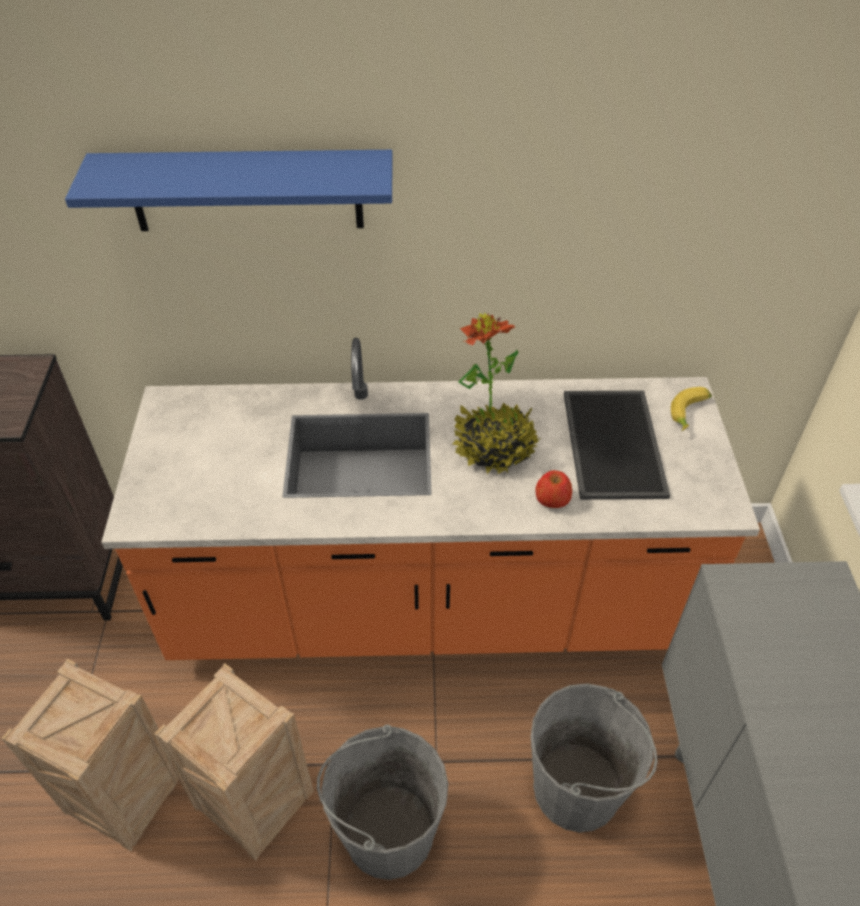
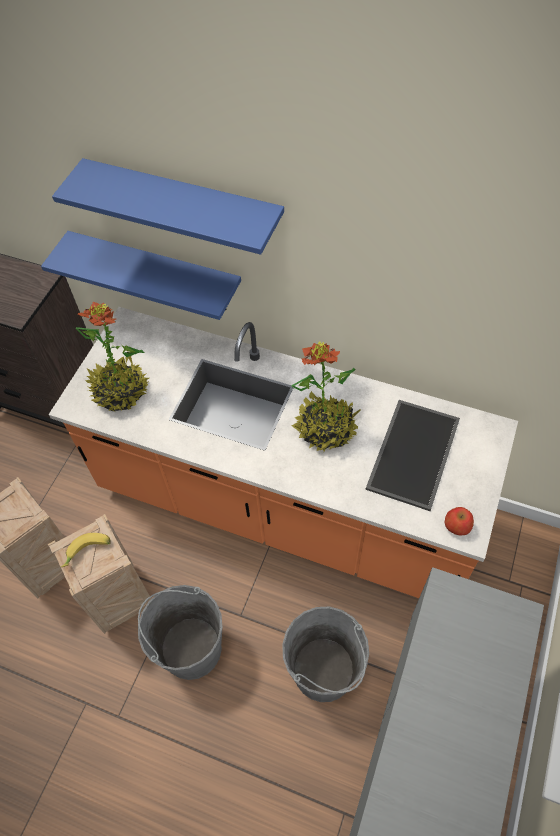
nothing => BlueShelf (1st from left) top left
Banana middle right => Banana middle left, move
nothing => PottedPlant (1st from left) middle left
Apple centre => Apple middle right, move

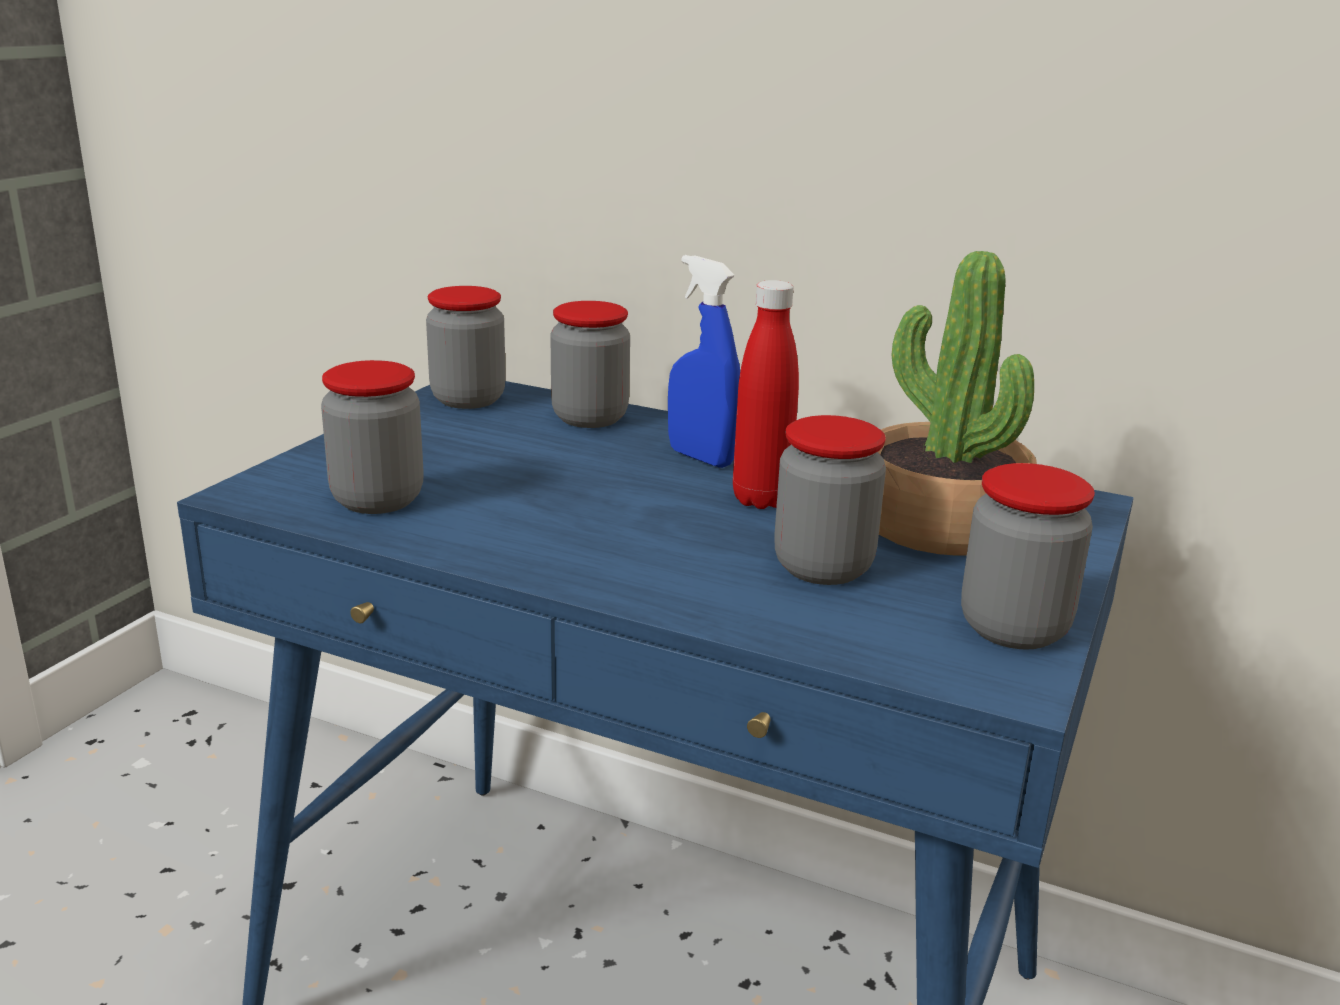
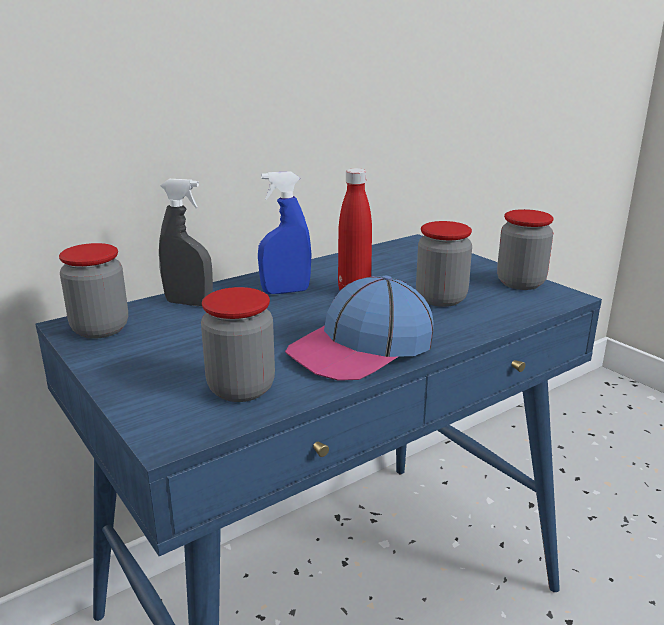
Jar (3rd from left) centre => GreySprayBottle middle left
nothing => Cap centre
PottedPlant middle right => nothing

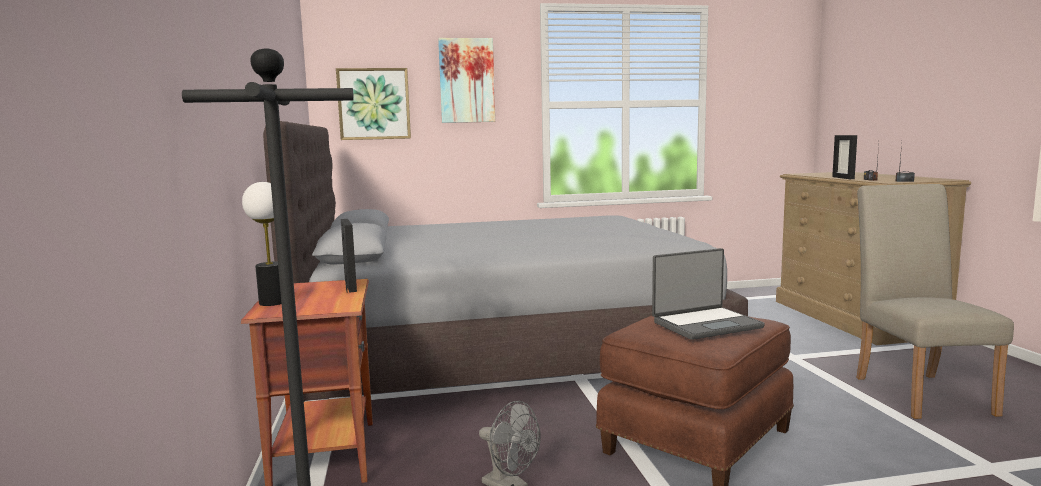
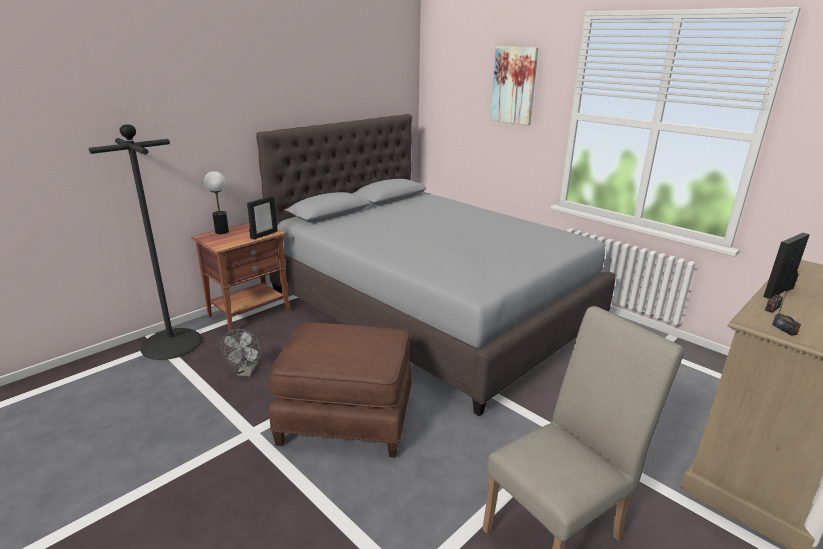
Picture (1st from left) top centre => nothing
Laptop middle right => nothing

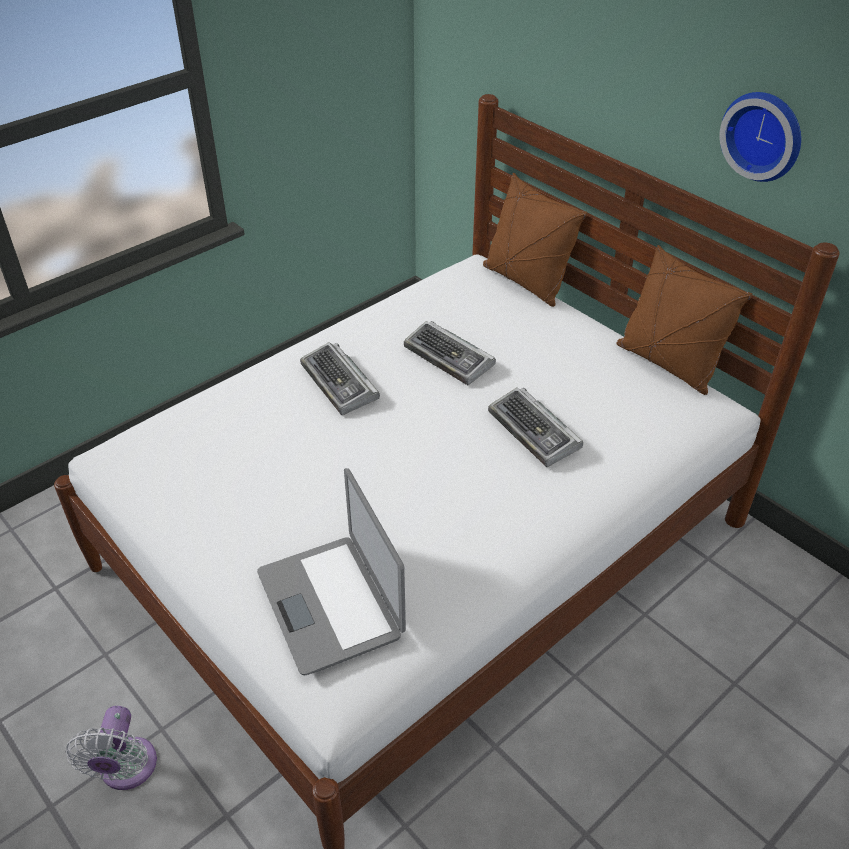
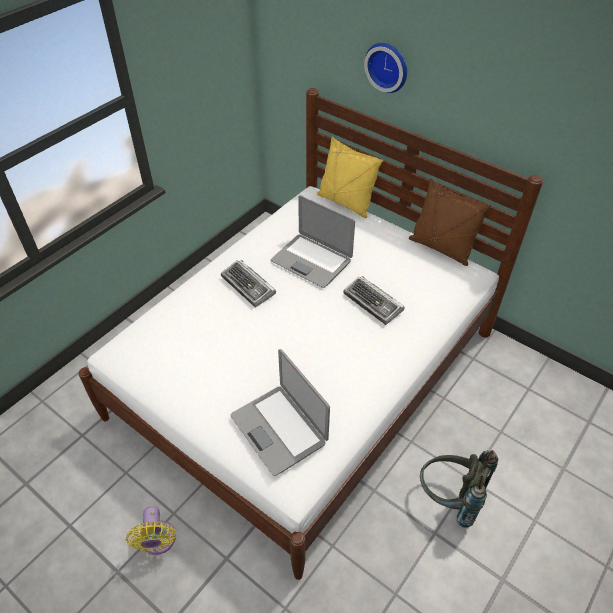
WhiteFan bottom left => YellowFan bottom left
Keyboard (2nd from left) centre => Laptop (2nd from left) centre
BrownPillow (1st from left) top centre => YellowPillow top centre
WallClock top right => WallClock top centre, move
nothing => GreyBackpack bottom right

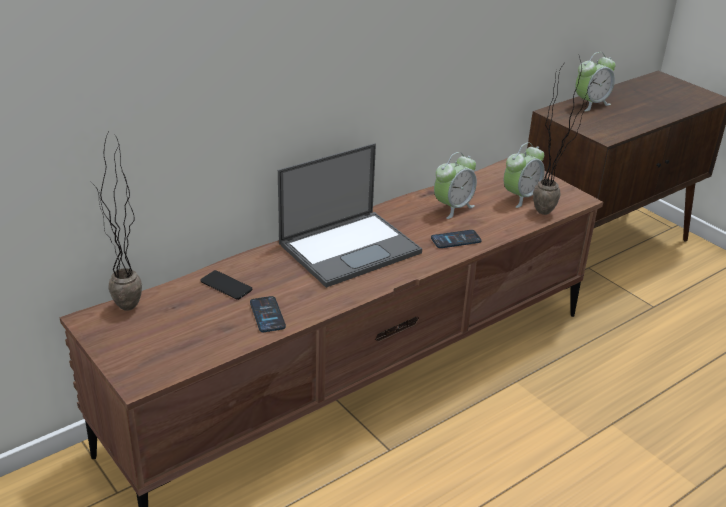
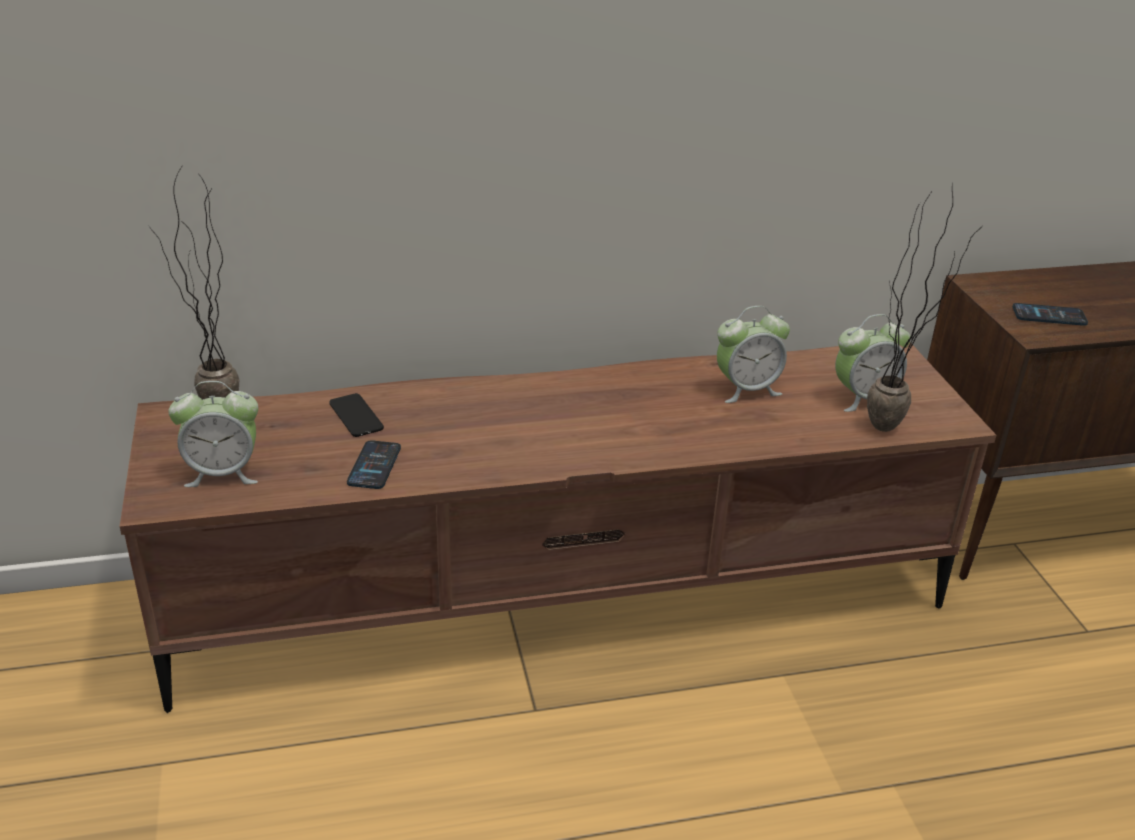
AlarmClock (3rd from left in the first image) top right => AlarmClock (1st from left) middle left, move
Phone (3rd from left) centre => Phone (3rd from left) middle right, move
Laptop centre => nothing

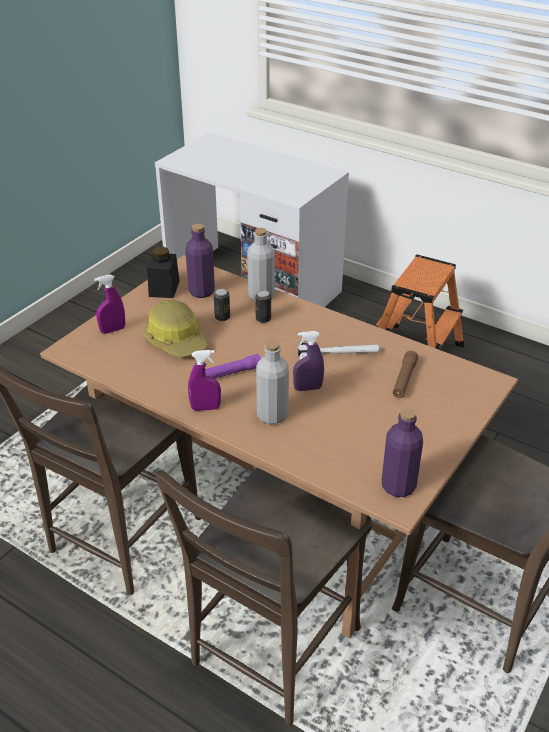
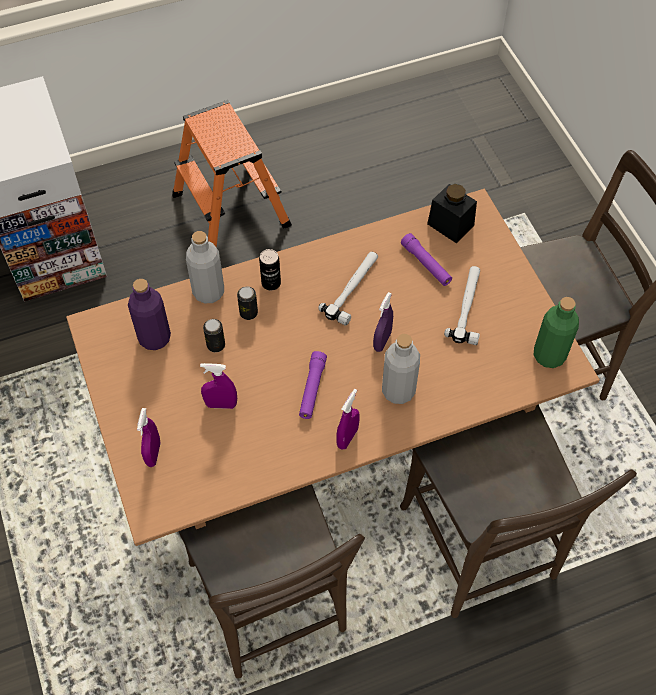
HardHat middle left => PurpleSprayBottle (2nd from left) middle left
nothing => Can (3rd from left) centre
BrownFlashlight middle right => PurpleFlashlight (2nd from left) centre
BlackJar middle left => BlackJar top right, move
nothing => Hammer (2nd from left) middle right
PurpleBottle (2nd from left) middle right => GreenBottle middle right

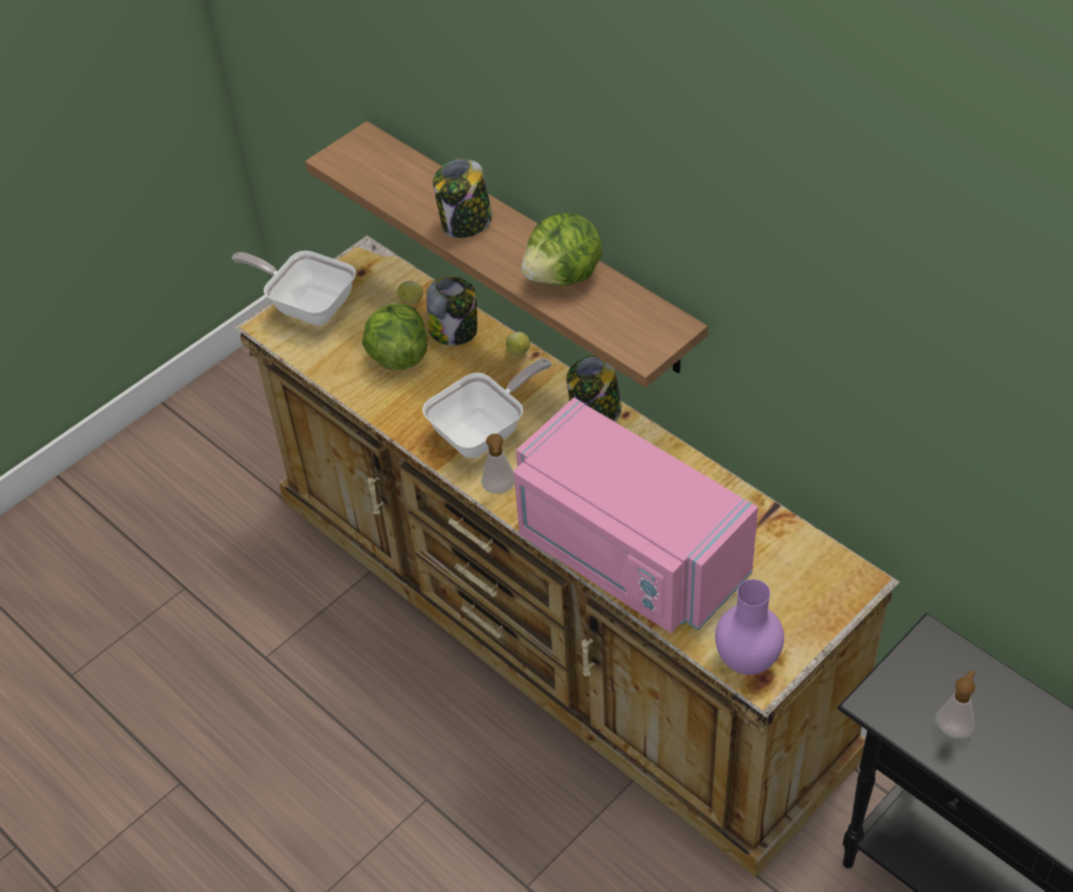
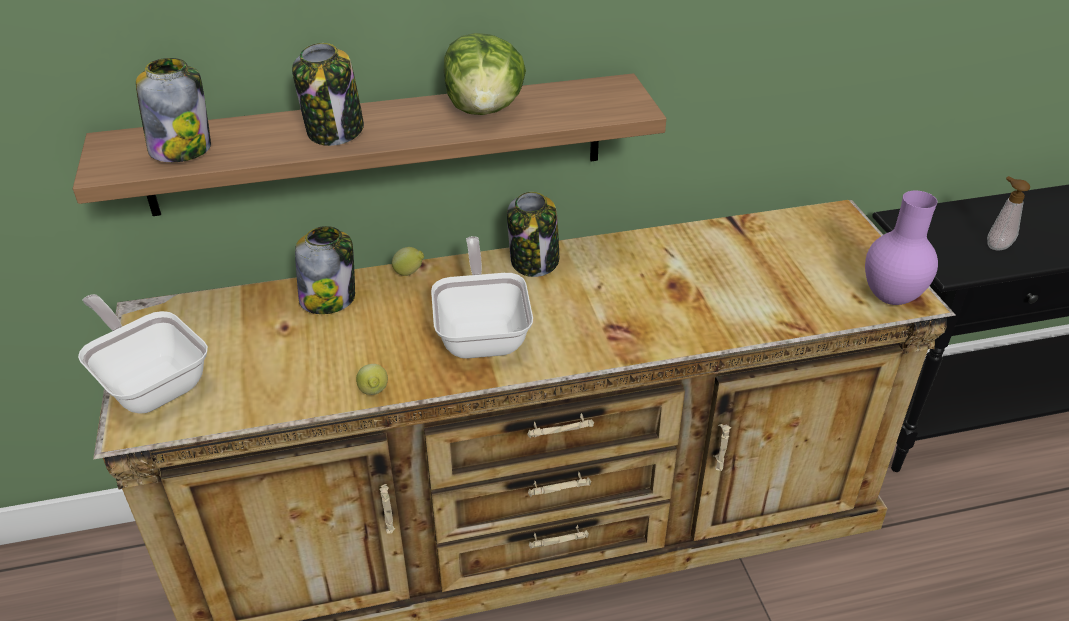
FryingPan (1st from left) top left => FryingPan (1st from left) middle left, 75 degrees clockwise
nothing => Jar (1st from left) top left
Lemon (1st from left) top centre => Lemon (1st from left) centre, move
Lettuce (1st from left) centre => nothing
SoapDispenser (1st from left) centre => nothing
PinkMicrowave centre => nothing

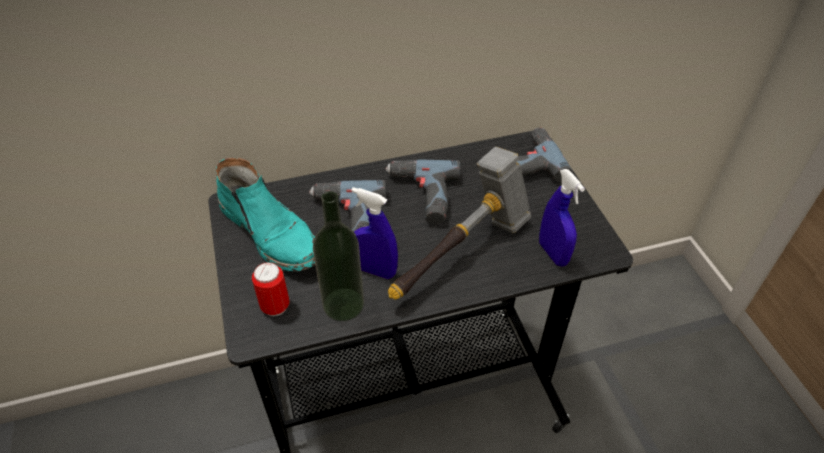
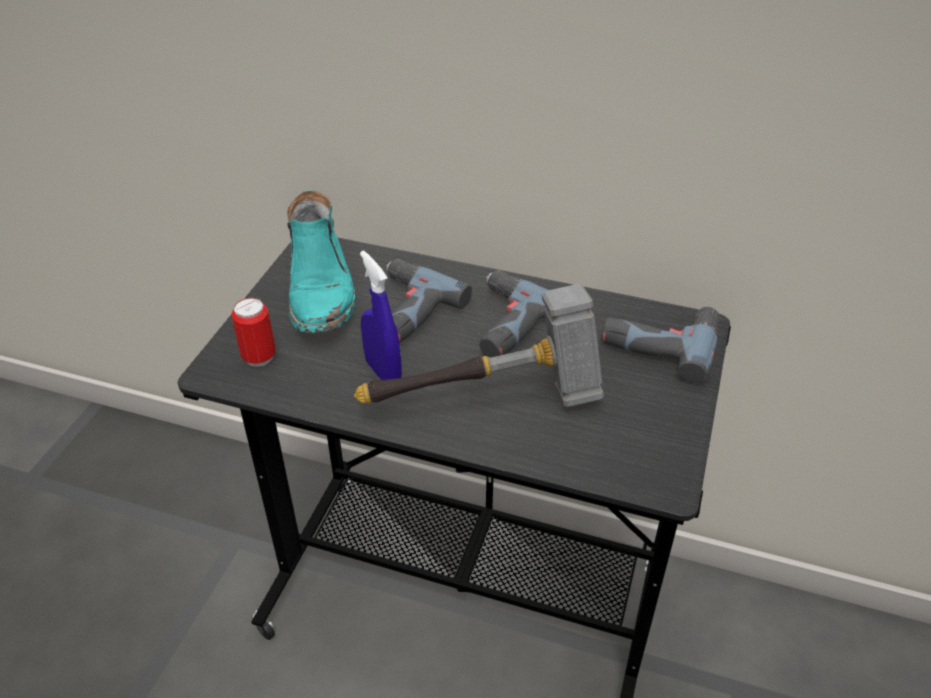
Bottle centre => nothing
BlueSprayBottle (2nd from left) middle right => nothing

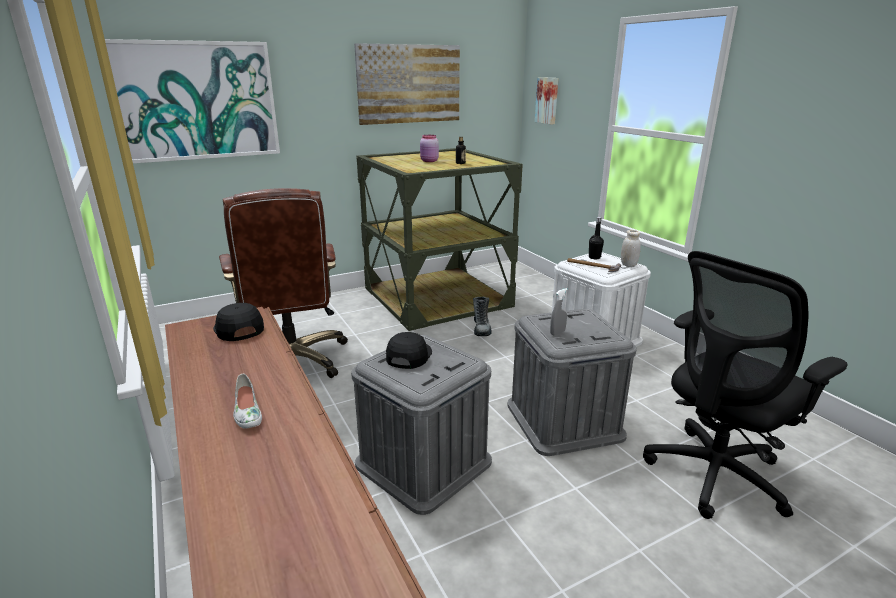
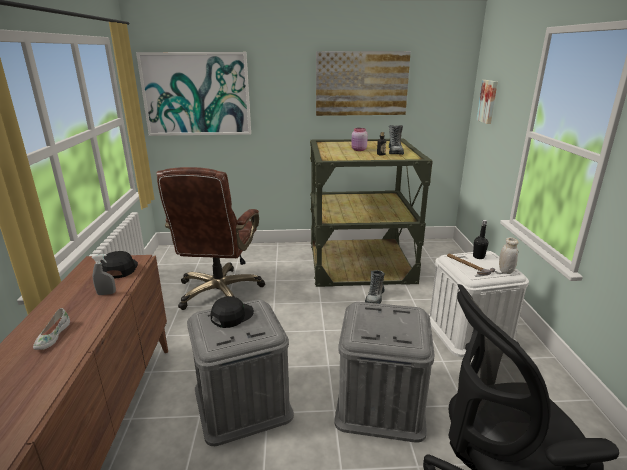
GreySprayBottle centre => GreySprayBottle middle left, move
nothing => Boot (2nd from left) top centre

